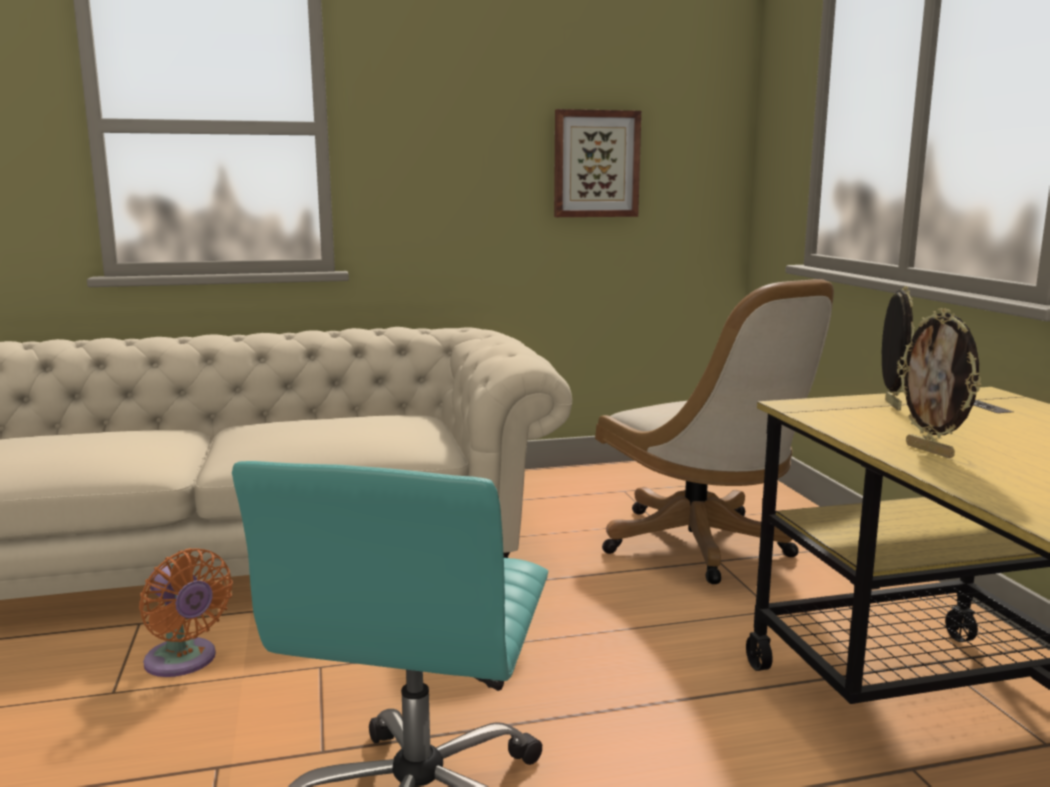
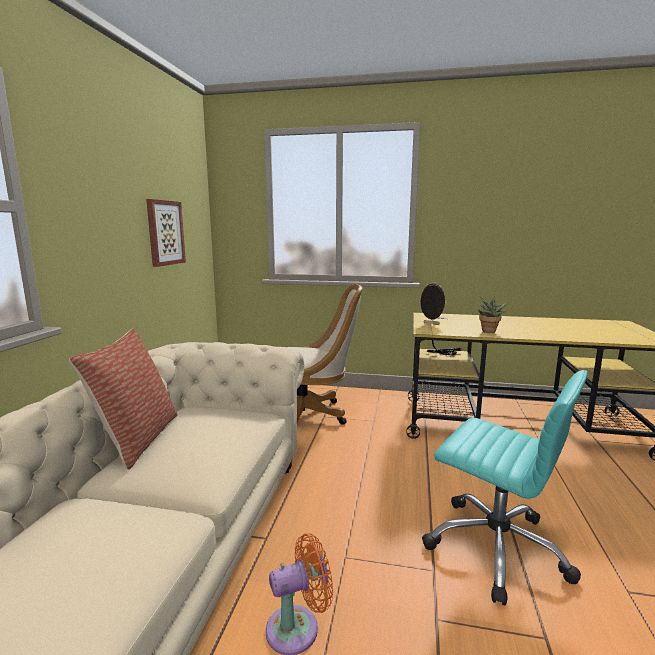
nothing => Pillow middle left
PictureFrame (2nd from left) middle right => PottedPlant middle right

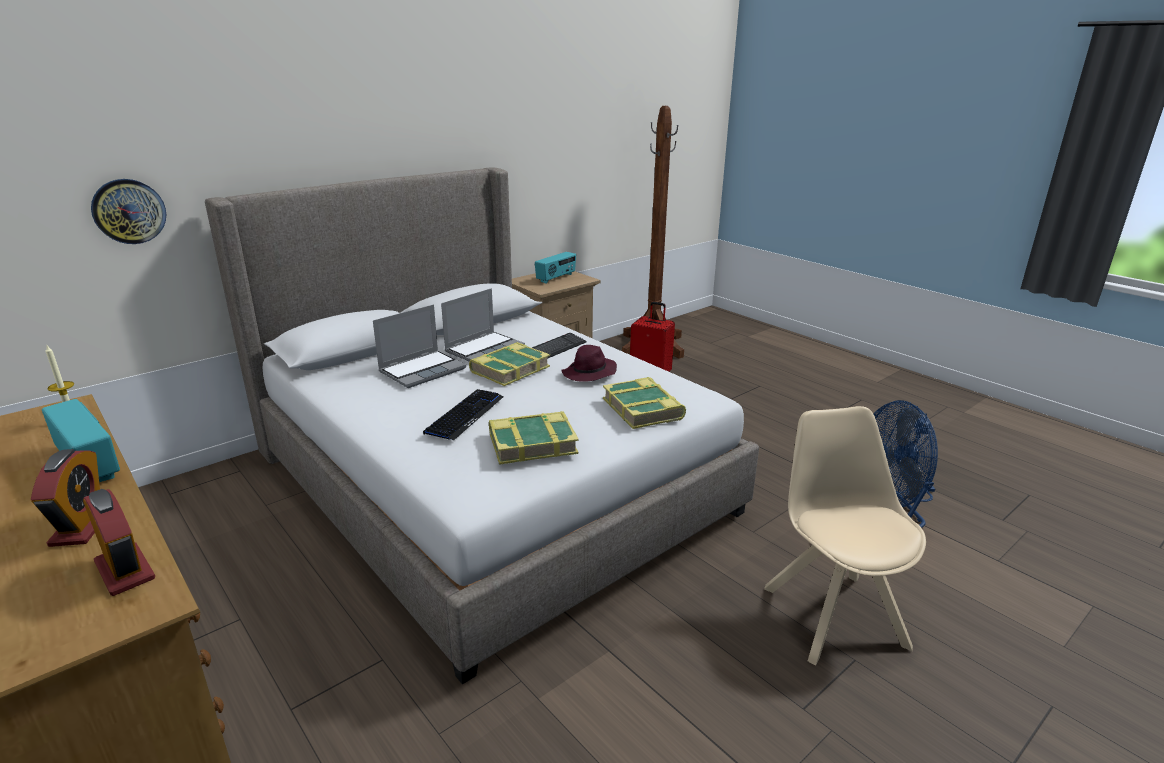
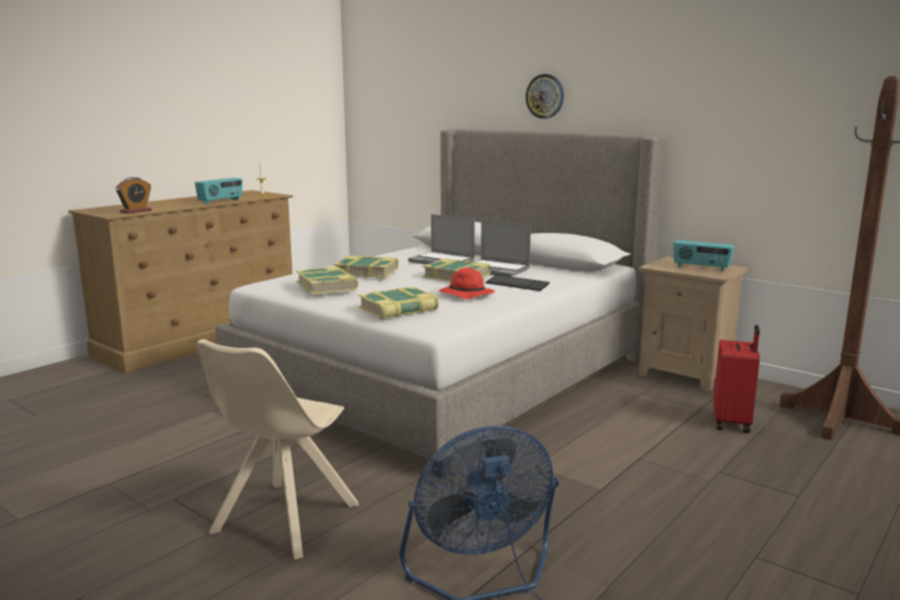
BeigeChair bottom right => BeigeChair bottom left, 135 degrees clockwise
Keyboard (1st from left) centre => Book (2nd from left) centre
PurpleHat centre => RedHat centre
WallClock top left => WallClock top centre, move
AlarmClock (1st from left) middle left => nothing

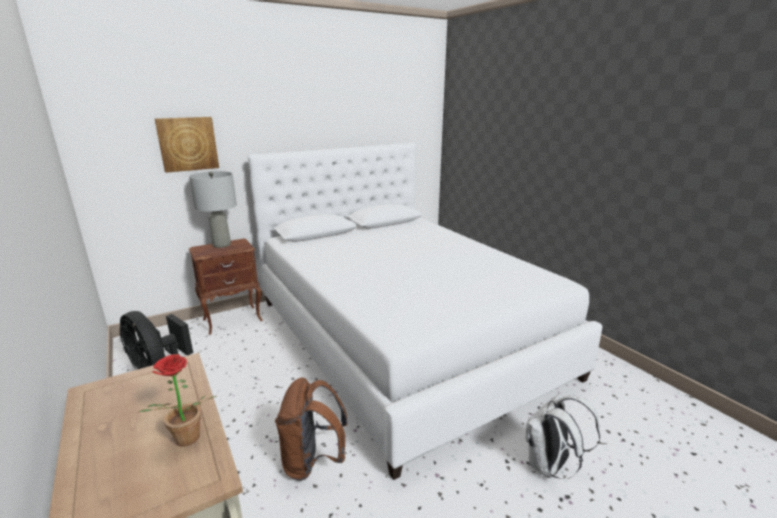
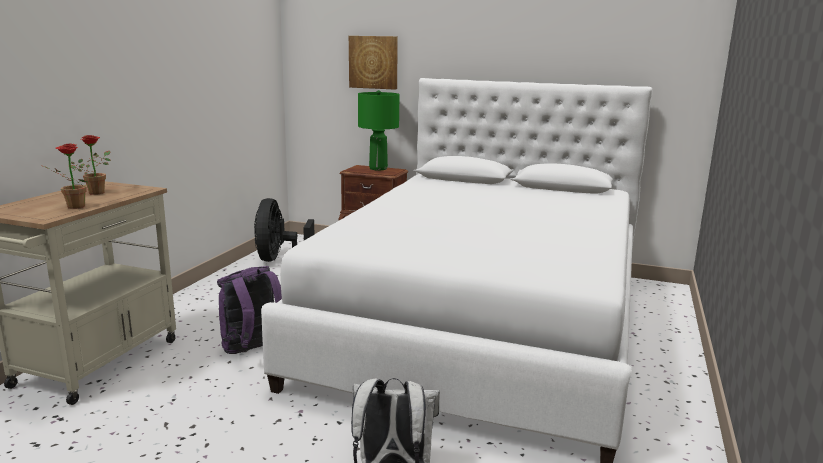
nothing => PottedPlant (2nd from left) middle left
BrownBackpack bottom centre => PurpleBackpack bottom left
GreyTableLamp middle left => GreenTableLamp top centre

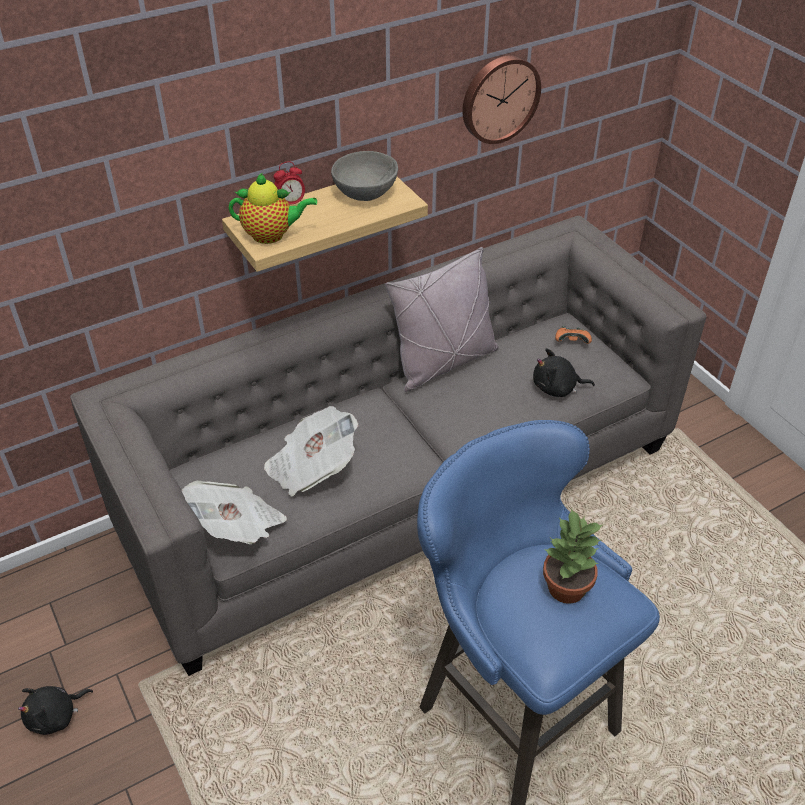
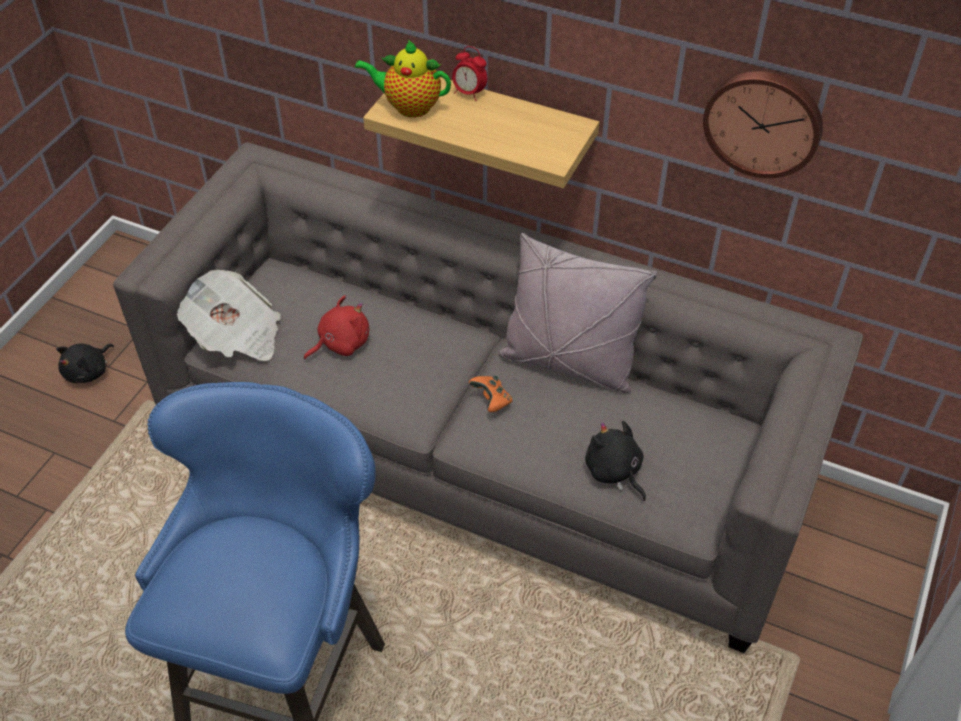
BlackPlushToy (1st from left) bottom left => BlackPlushToy (1st from left) middle left, 75 degrees counterclockwise
Newspaper (2nd from left) centre => RedPlushToy centre
Teapot top centre, 135 degrees clockwise
OrangeGameController middle right => OrangeGameController centre, move
GreyBowl top centre => nothing
PottedPlant bottom right => nothing

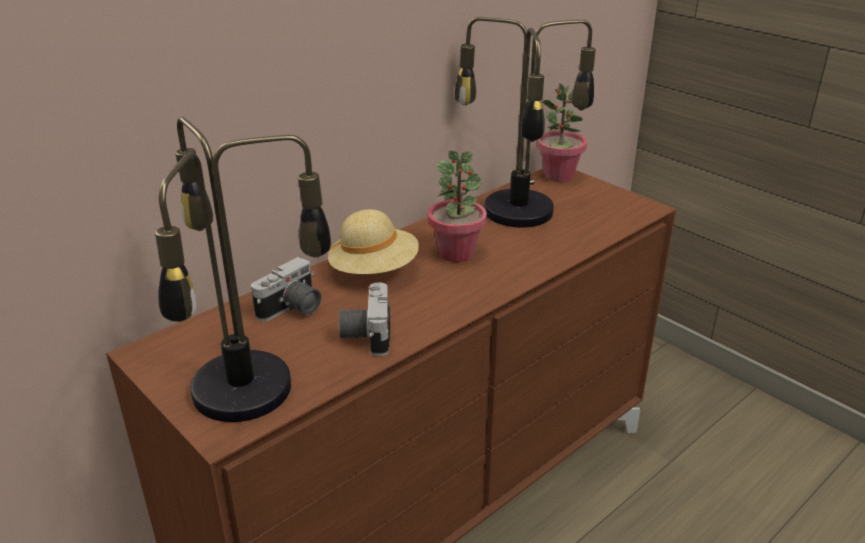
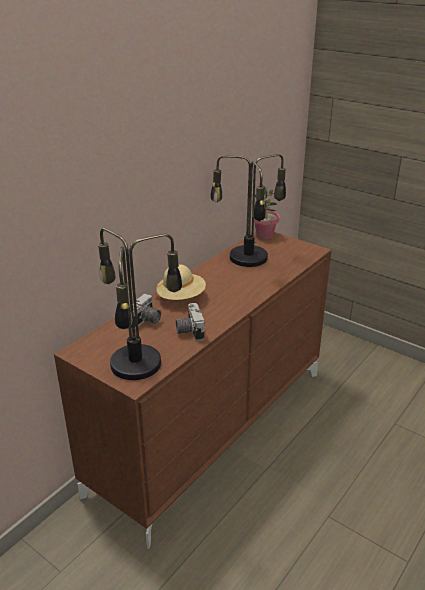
PottedPlant (1st from left) centre => nothing

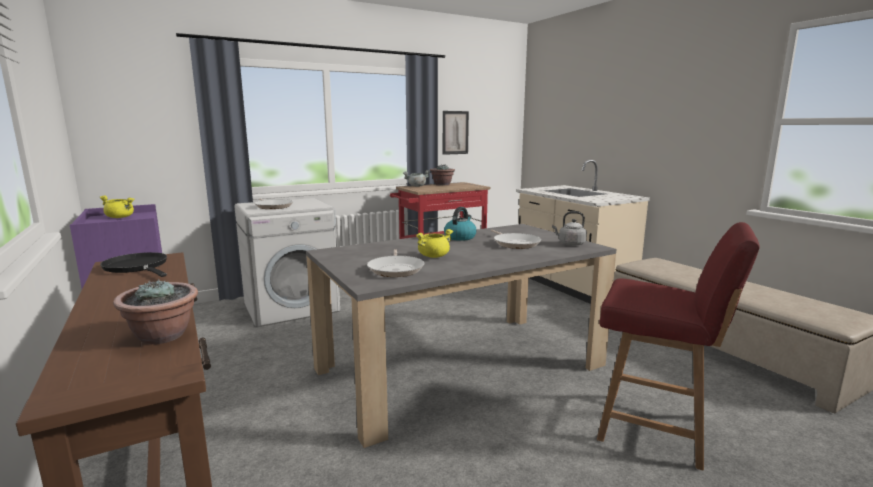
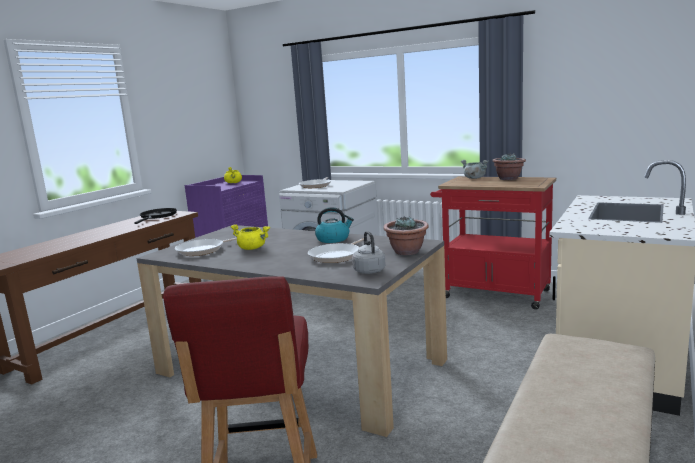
PottedPlant (1st from left) middle left => PottedPlant (1st from left) centre, move
Picture top centre => nothing

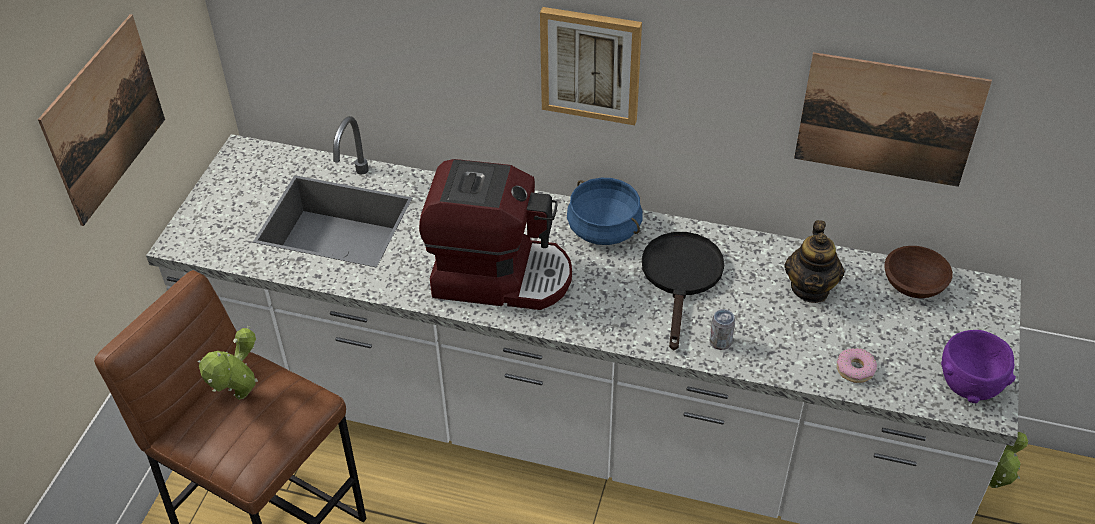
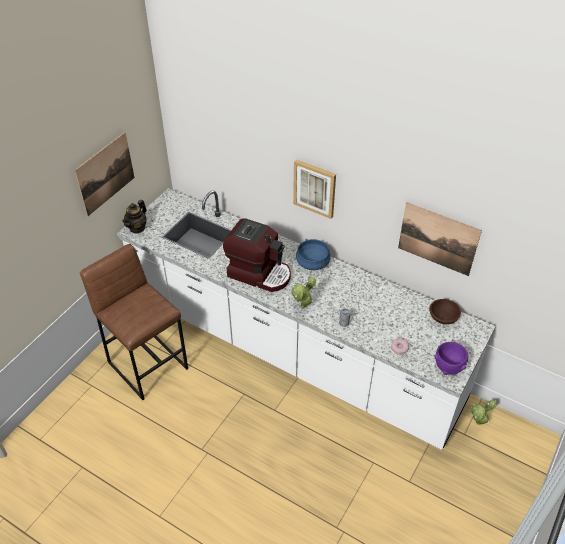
Teapot middle right => Teapot middle left, move
PottedPlant (1st from left) bottom left => PottedPlant (1st from left) centre, move
BlackFryingPan centre => nothing

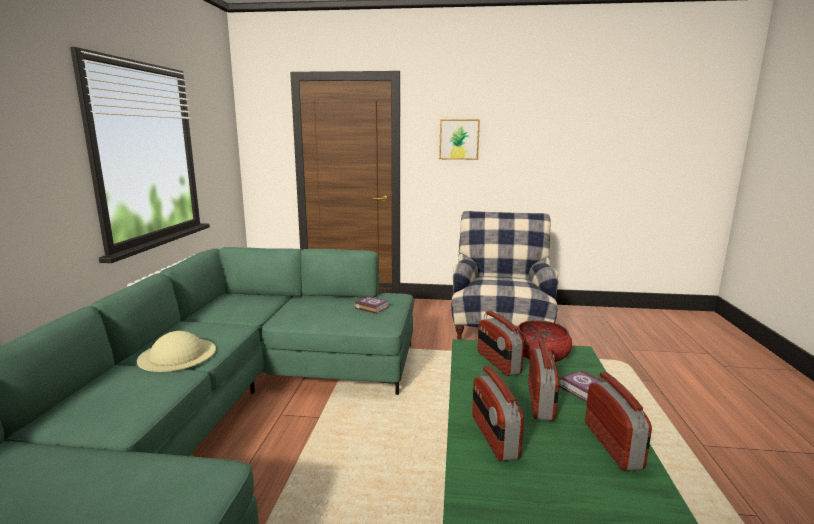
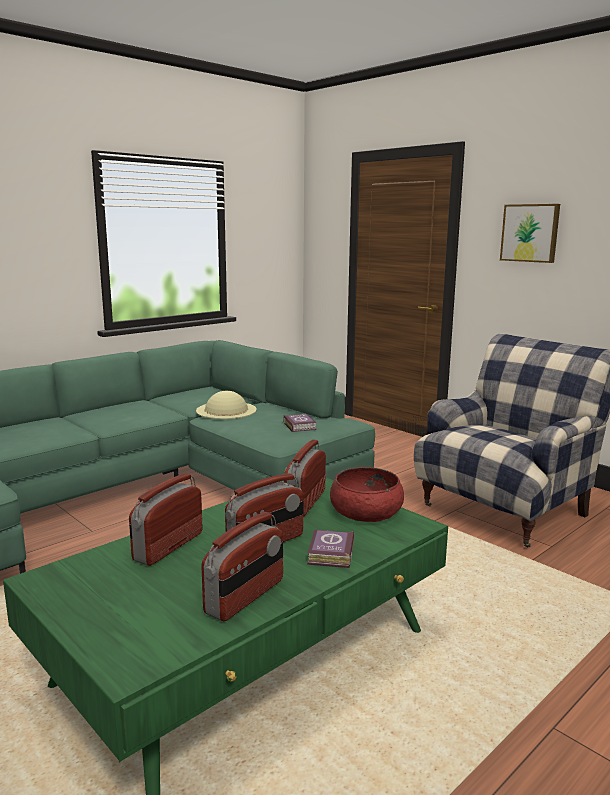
BeigeHat bottom left => BeigeHat centre, move

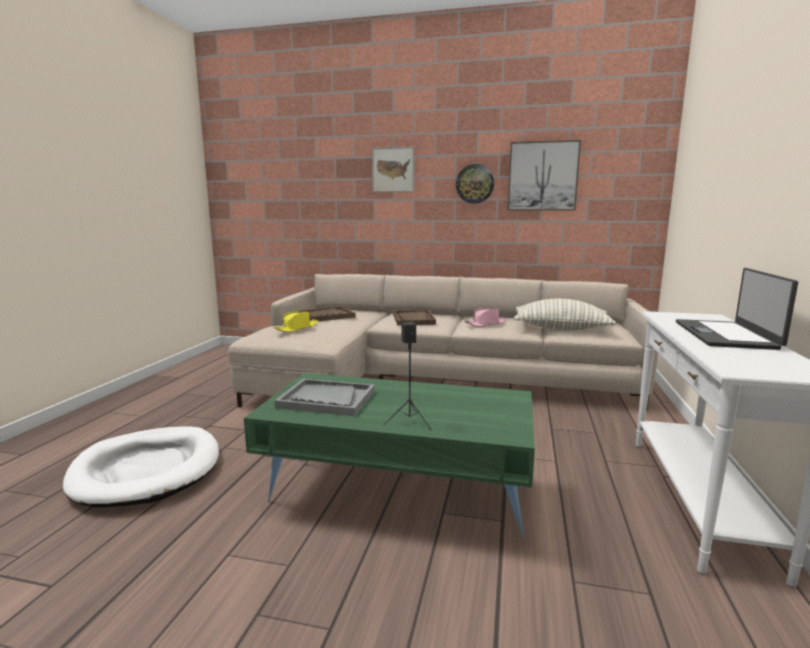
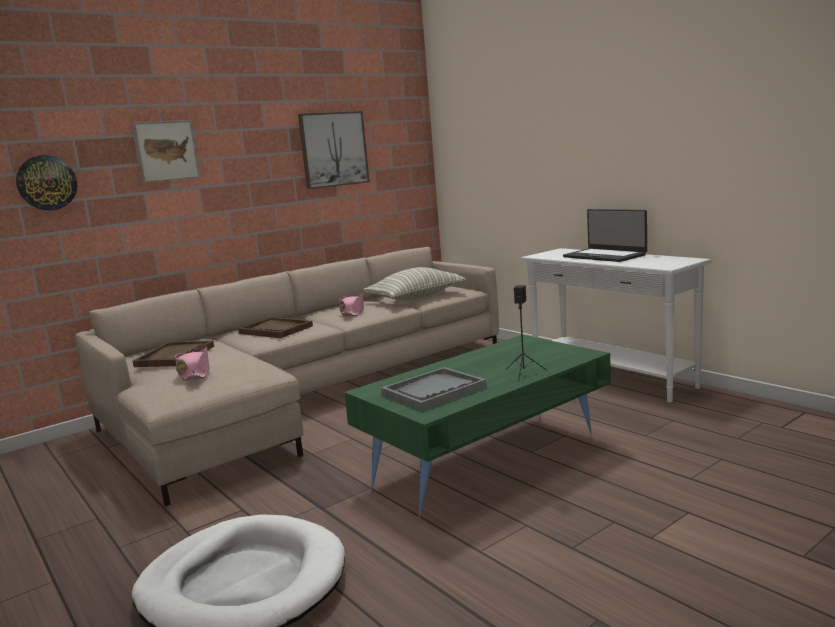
WallClock top centre => WallClock top left, move
YellowHat centre => PinkHat (1st from left) middle left

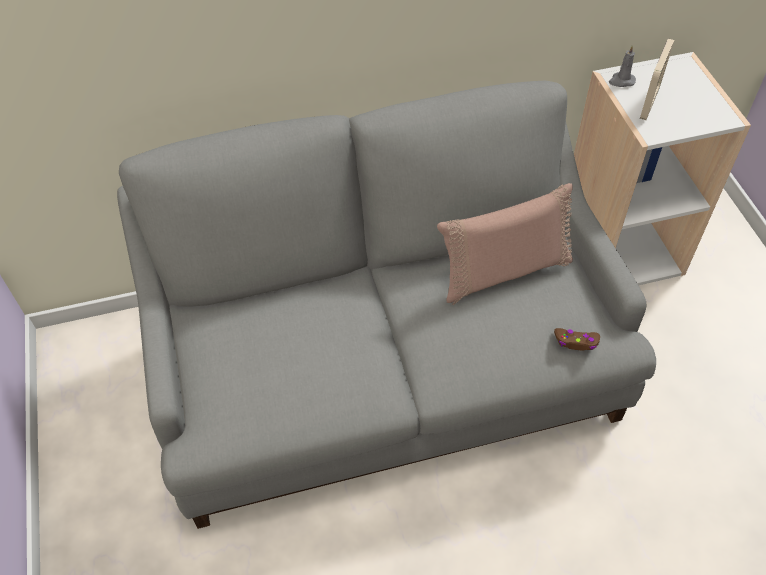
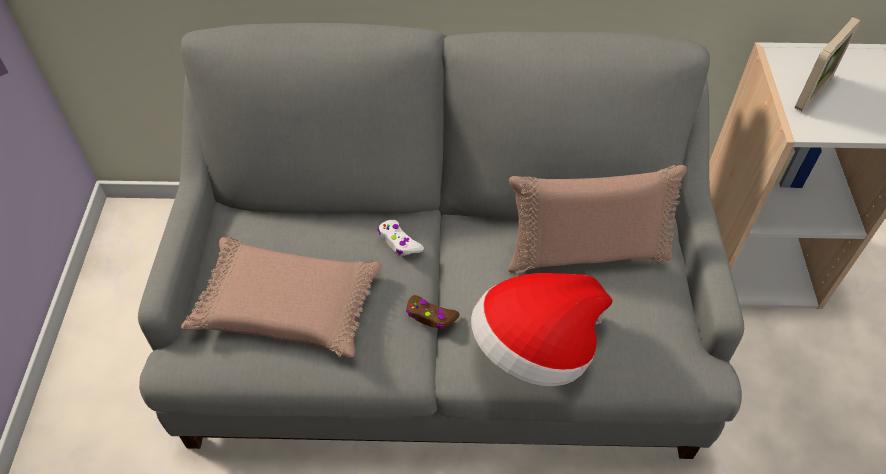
nothing => BeigePillow (1st from left) middle left
nothing => WhiteGameController centre
BrownGameController middle right => BrownGameController centre, move
nothing => Hat bottom centre
GreyCandle top right => nothing

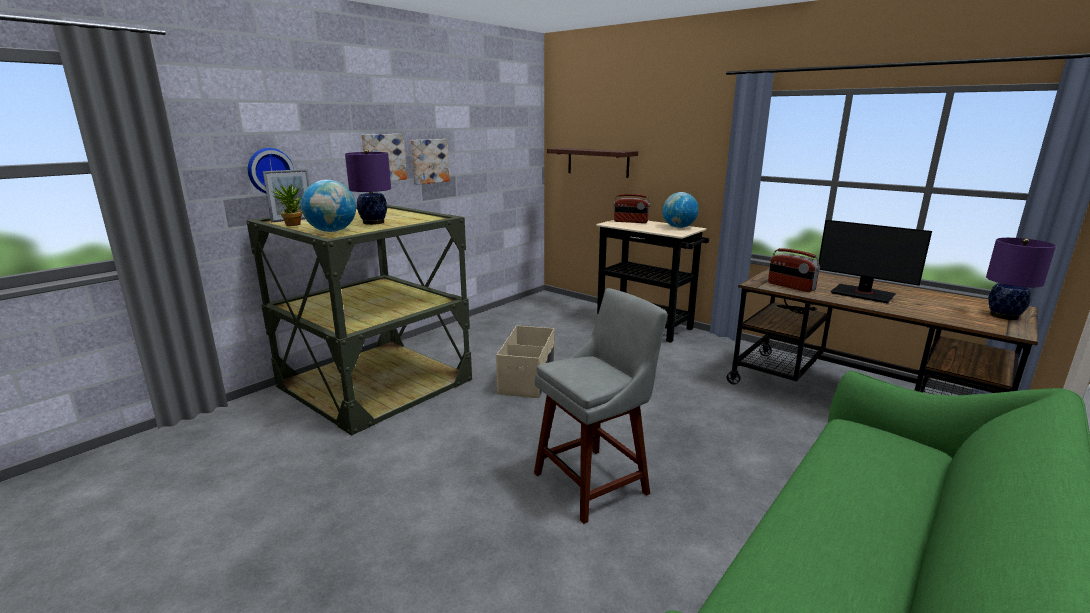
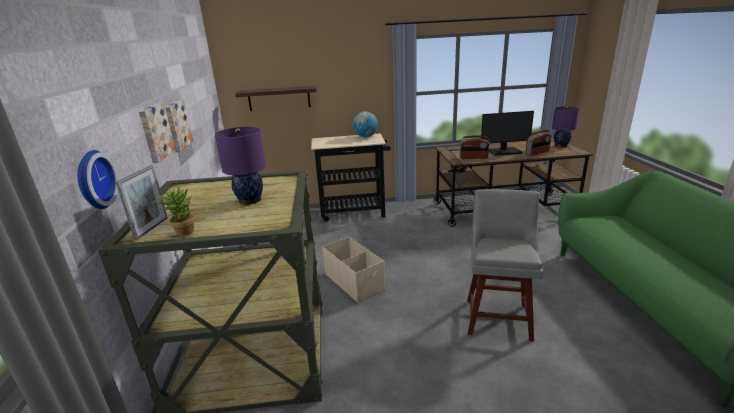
Radio (1st from left in the first image) centre => Radio (2nd from left) middle right, move
Globe (1st from left) middle left => nothing

